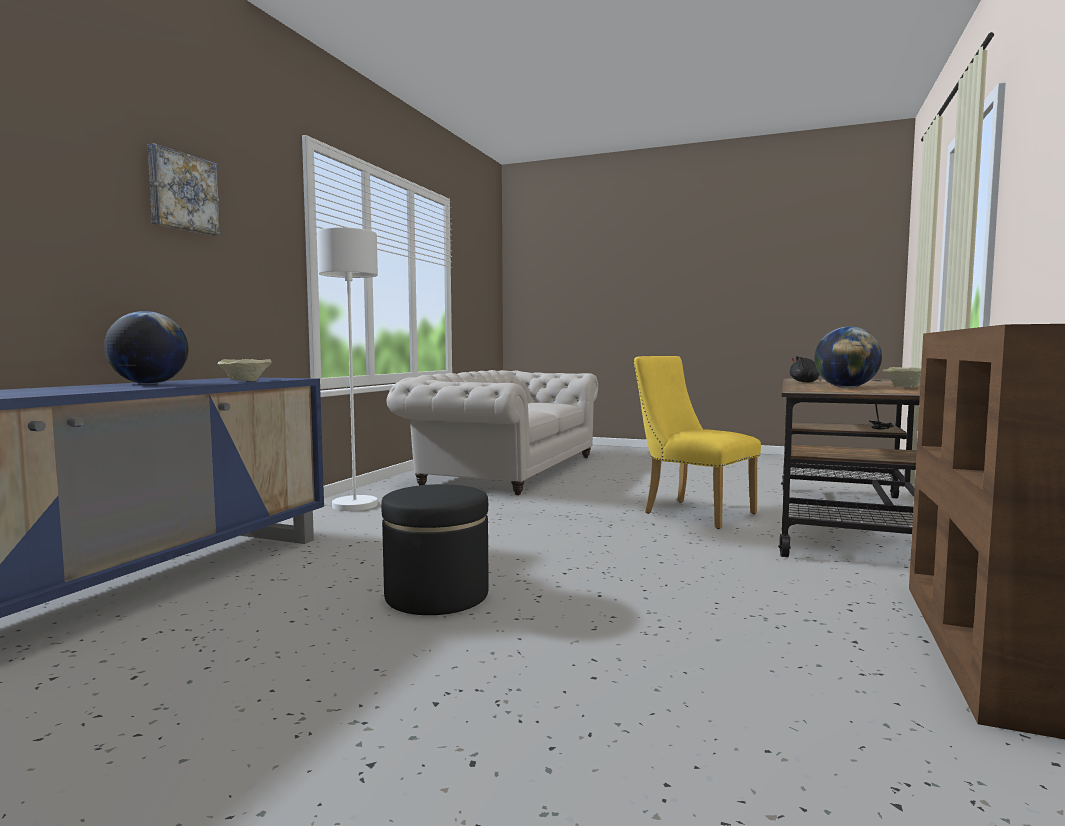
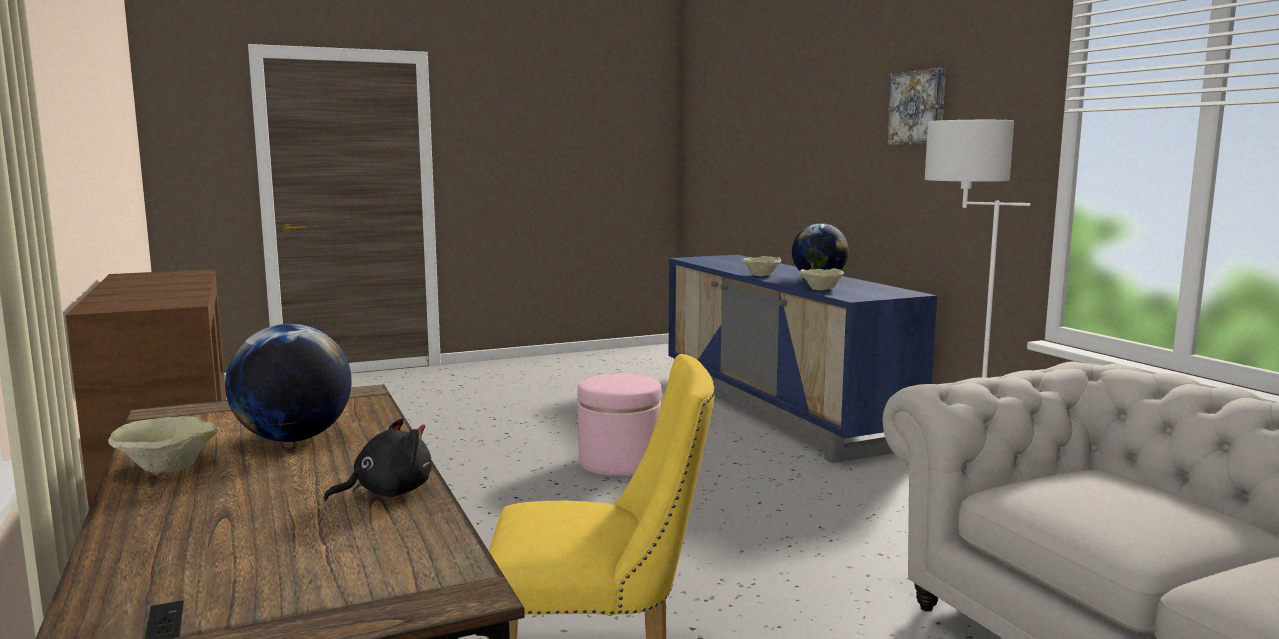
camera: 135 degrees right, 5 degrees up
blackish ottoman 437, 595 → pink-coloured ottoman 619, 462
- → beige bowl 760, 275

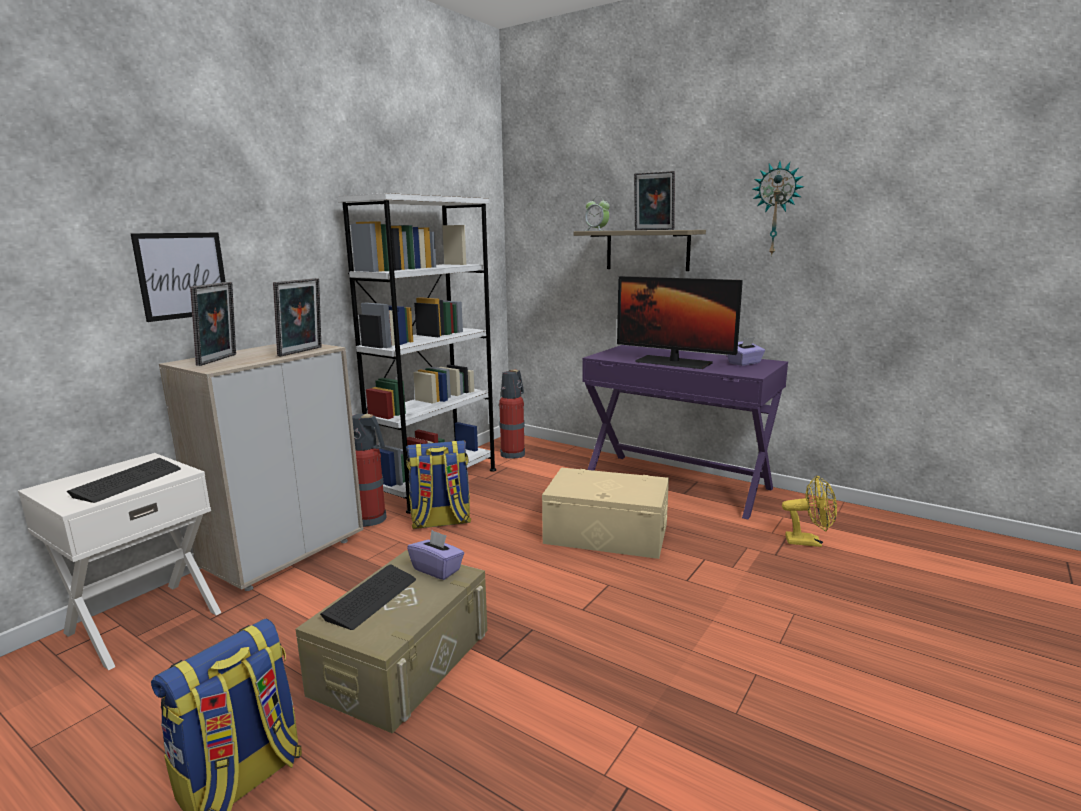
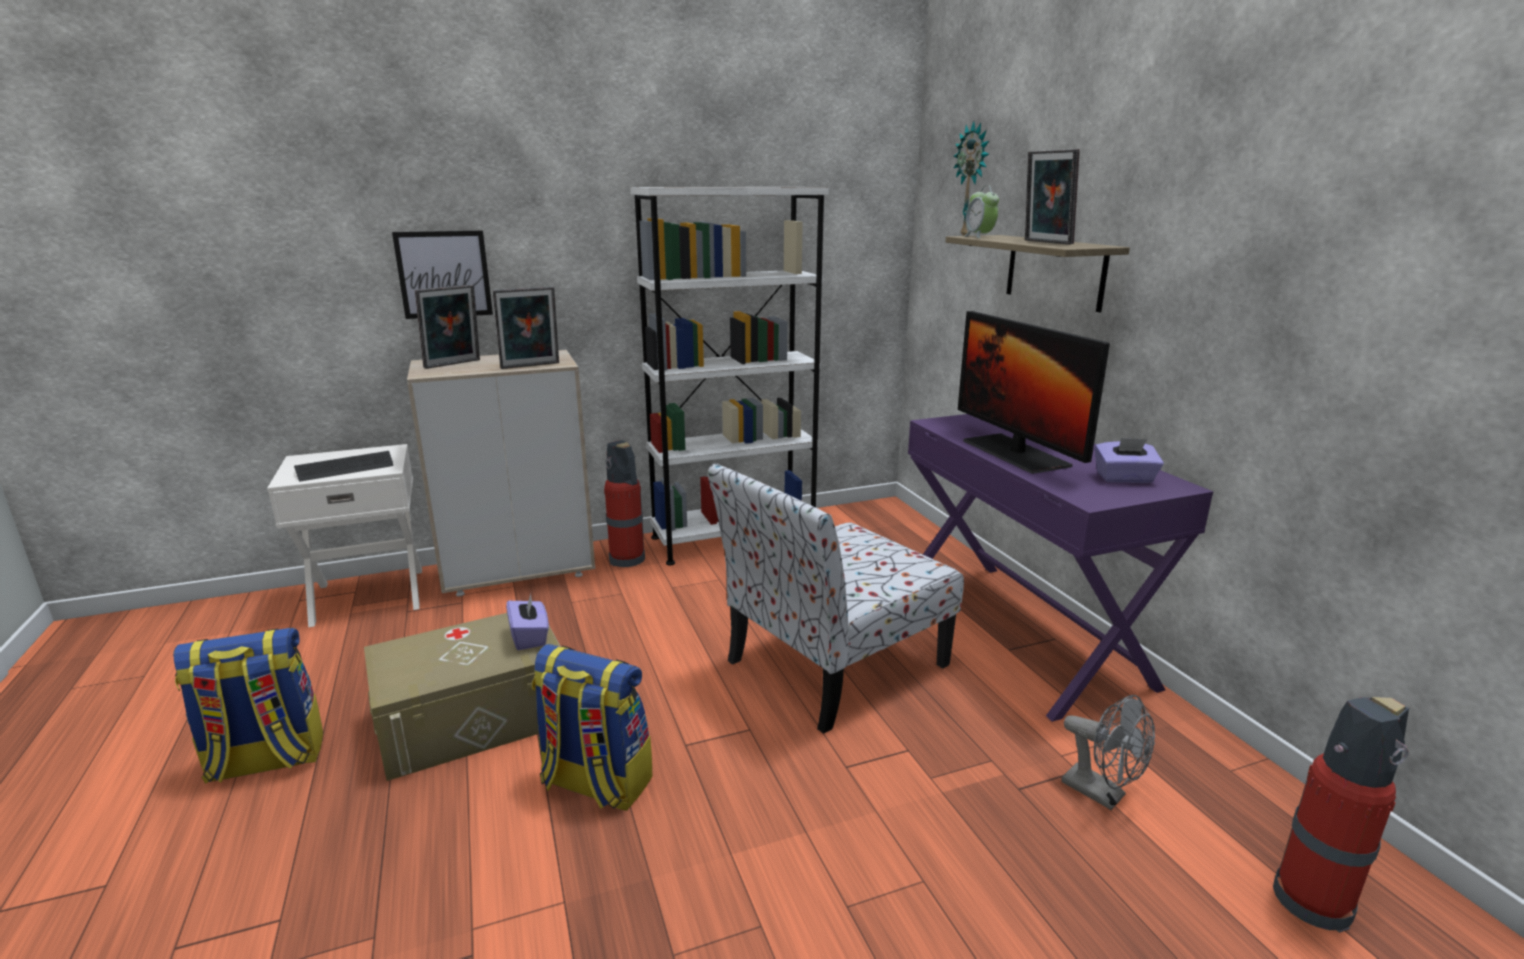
camera: 35 degrees right, 5 degrees up
backpack 440, 522 → backpack 595, 783, shifted
beige storage container 606, 533 → chair 833, 665
hanging clock 776, 209 → hanging clock 972, 181, shifted
yellow electric fan 809, 542 → gray electric fan 1102, 794
extinguisher 513, 454 → extinguisher 1315, 900, shifted
computer keyboard 371, 598 → -

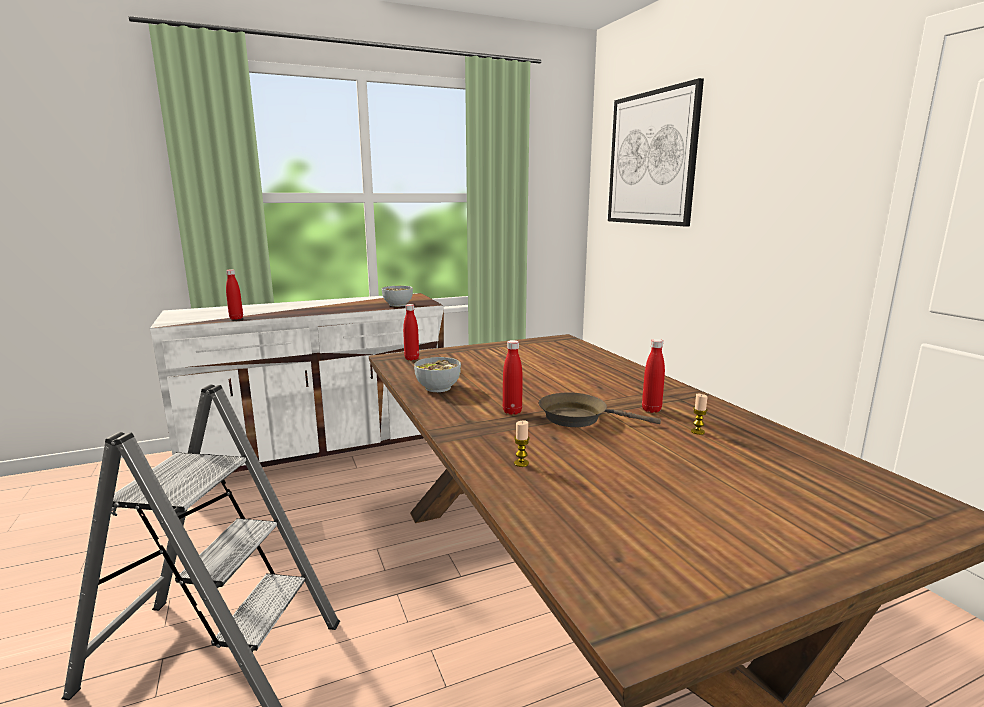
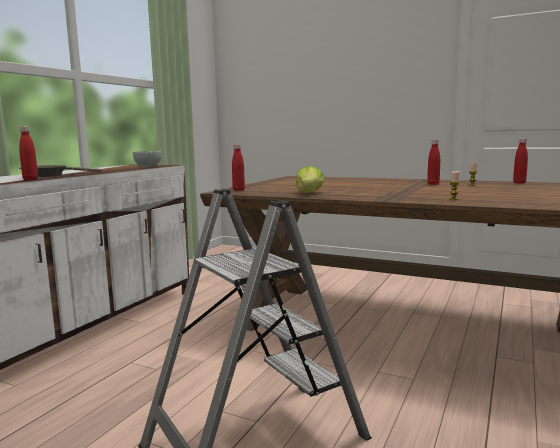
camera: 40 degrees left, 5 degrees down
brownish skillet 578, 418 → brownish skillet 49, 175, shifted
bowl 438, 388 → head of lettuce 309, 193
red-coloured beverage bottle 512, 411 → red-coloured beverage bottle 519, 183, shifted
picture 651, 159 → -

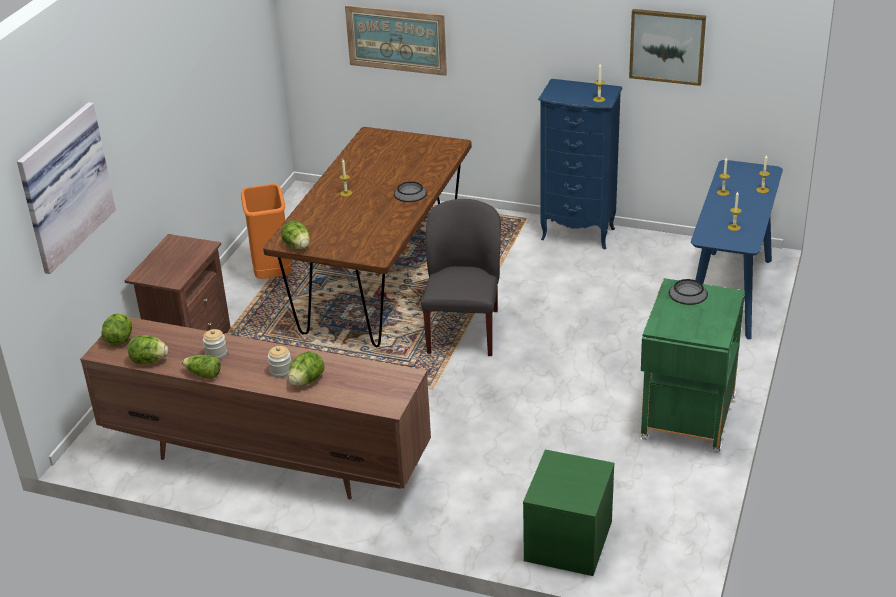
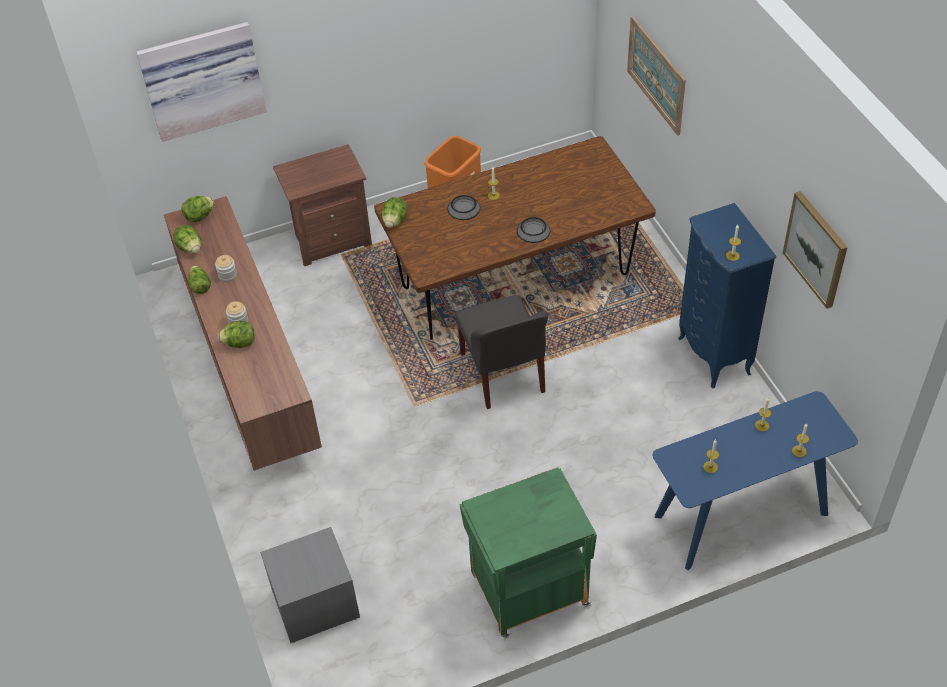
camera: 50 degrees right, 15 degrees up
green-coloured nightstand 568, 542 → gray nightstand 315, 604
bowl 688, 293 → bowl 463, 208, shifted
gray chair 464, 330 → gray chair 503, 374, 105 degrees clockwise

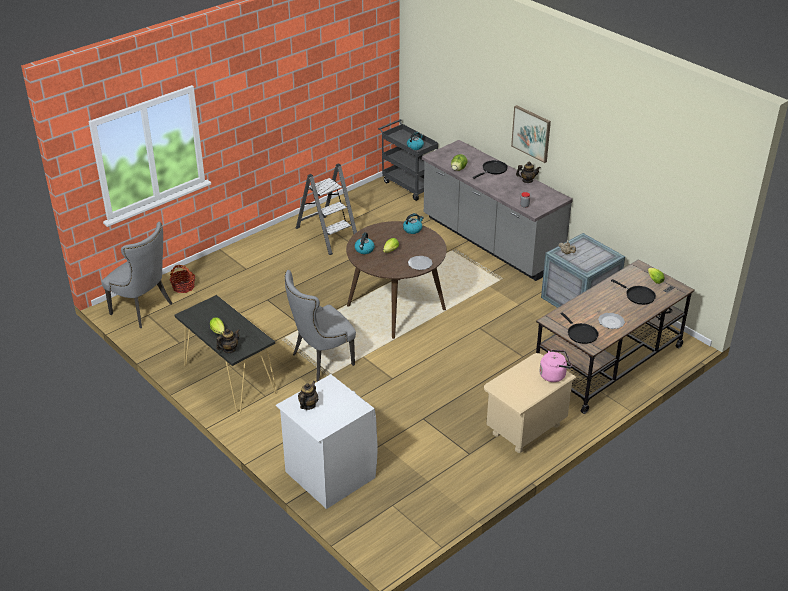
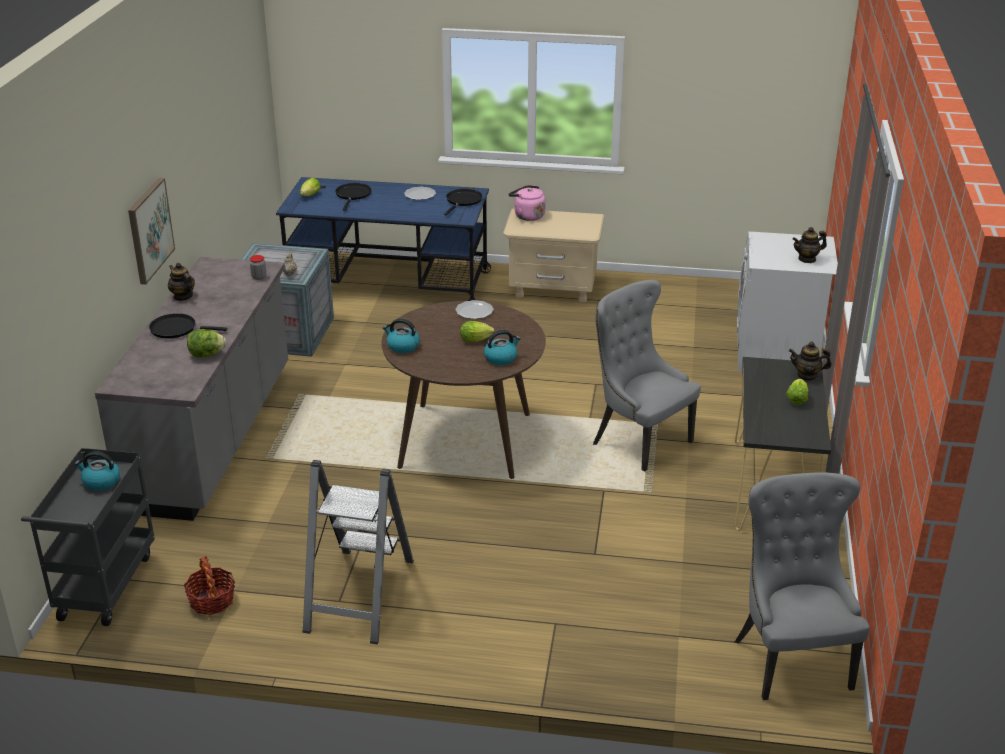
camera: 130 degrees left, 5 degrees down
basket 183, 287 → basket 211, 601, shifted
brownish desk 608, 363 → blue desk 388, 284
gray chair 321, 361 → gray chair 640, 441, 150 degrees counterclockwise

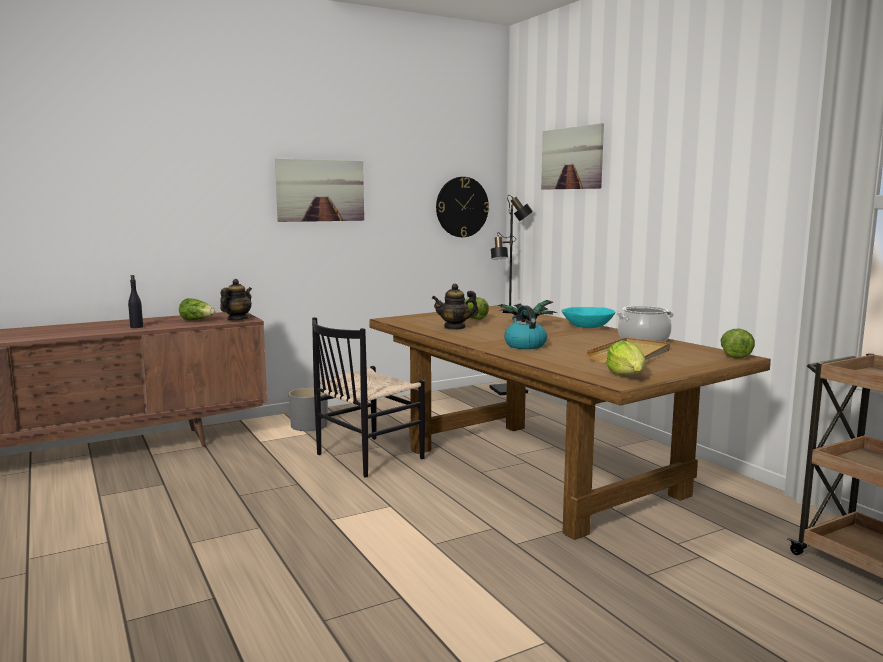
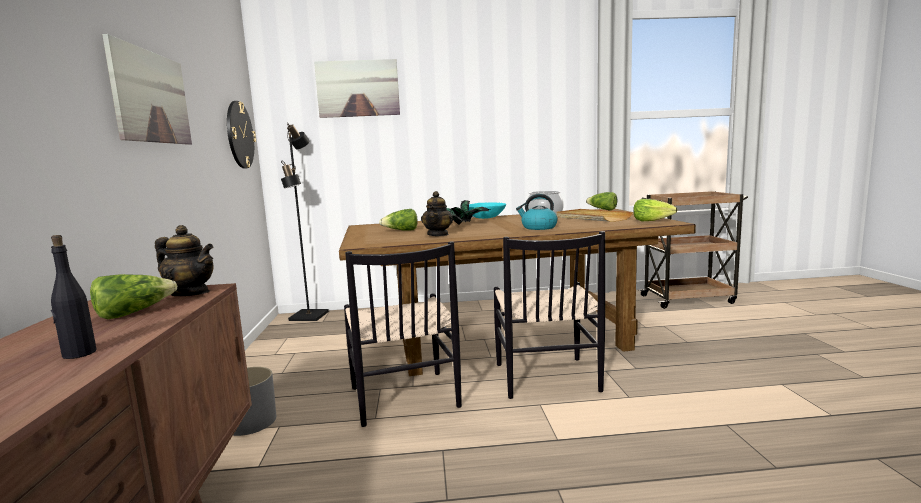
camera: 65 degrees left, 0 degrees up
teapot 237, 319 → teapot 190, 293, 150 degrees clockwise
- → blackish chair 547, 380

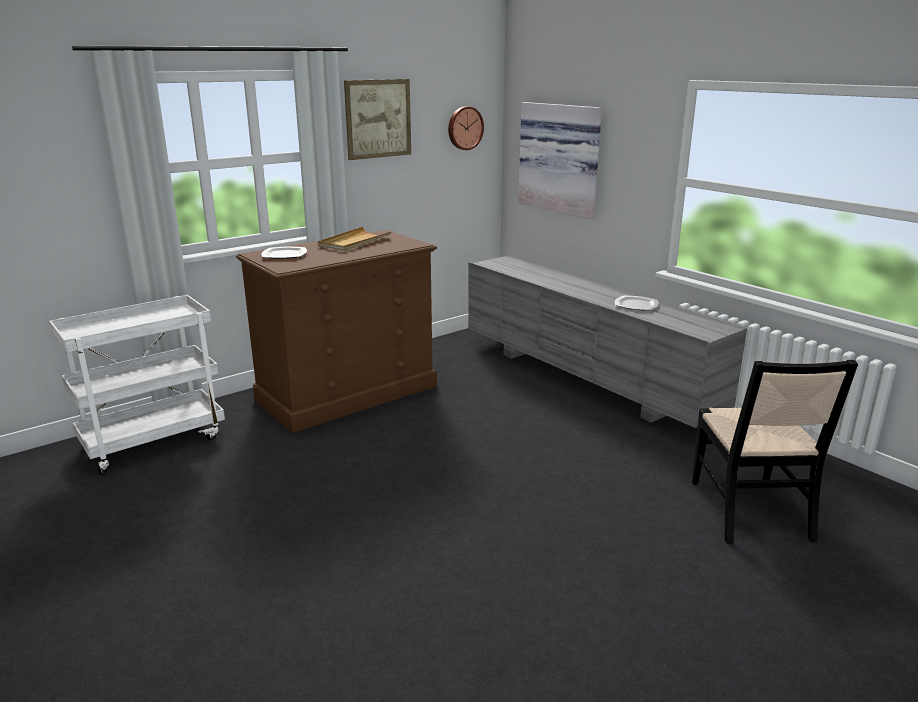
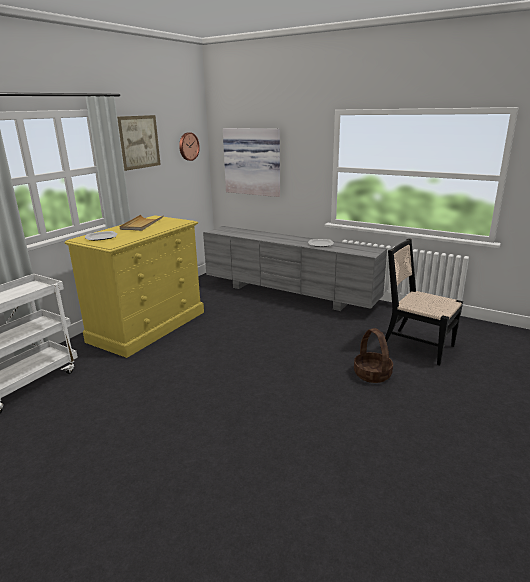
camera: 20 degrees left, 0 degrees up
brownish drawer chest 348, 393 → yellow drawer chest 148, 326
- → basket 372, 374
chair 749, 510 → chair 417, 346, 150 degrees clockwise

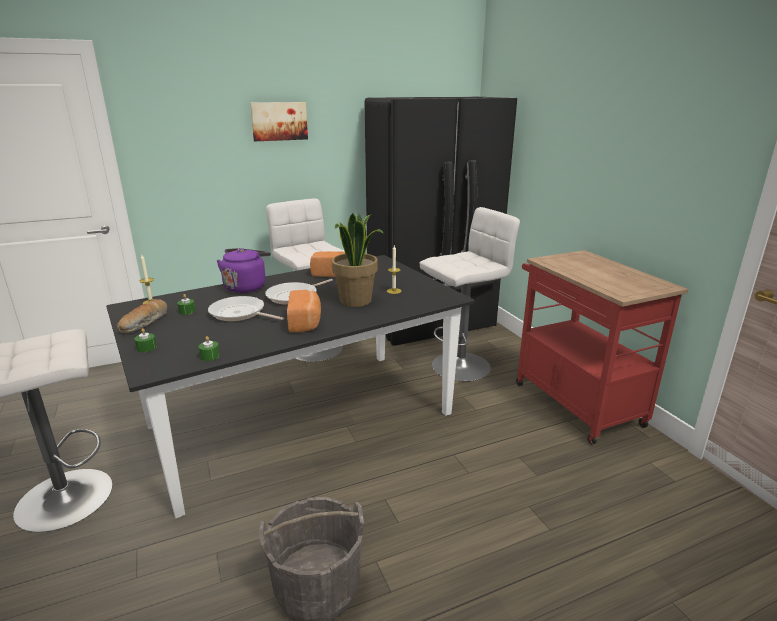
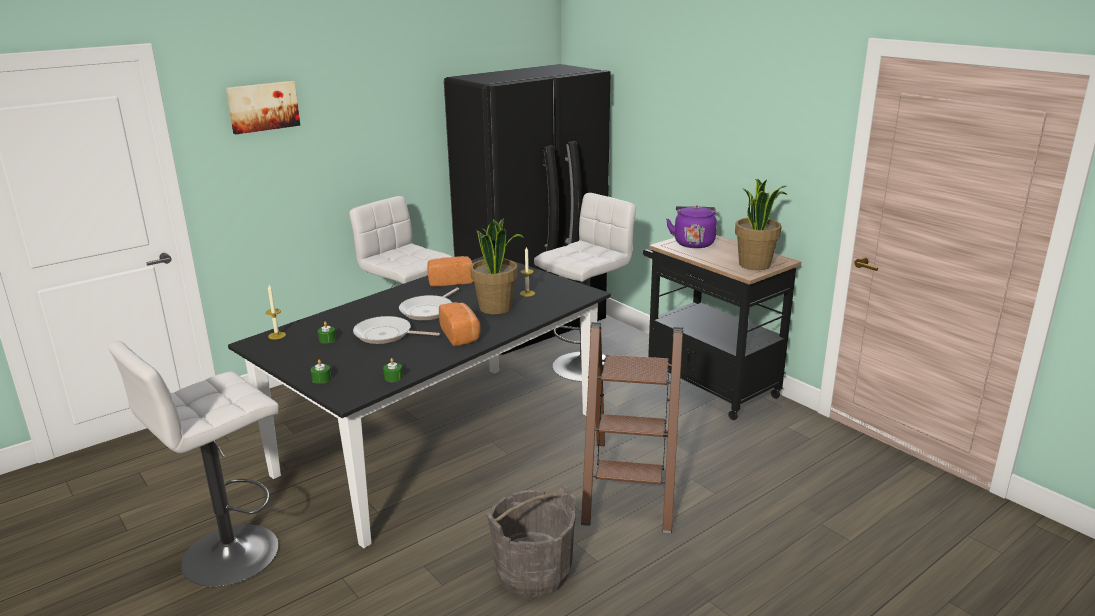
camera: 15 degrees left, 0 degrees up
picture 279, 121 → picture 263, 106, shifted
- → brownish step stool 631, 483
red-coloured wheeled cart 574, 402 → blackish wheeled cart 708, 385
purple-coloured kettle 246, 287 → purple-coloured kettle 693, 243, shifted
- → plant in a pot 755, 264
bakery bread 145, 323 → -

